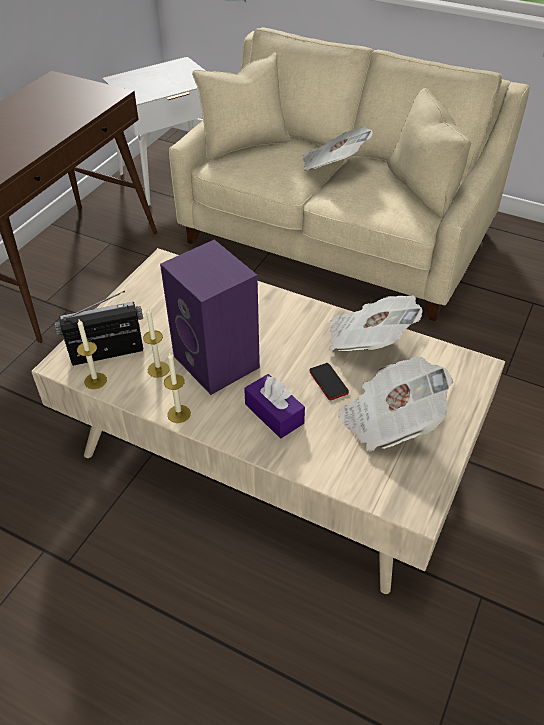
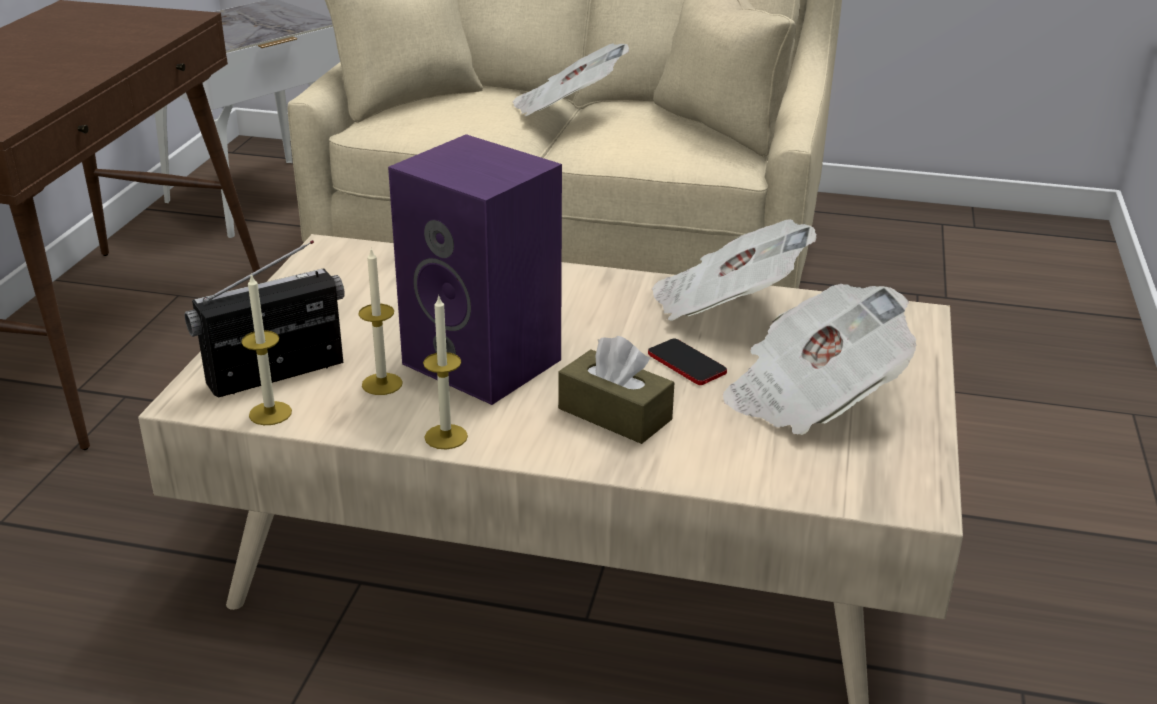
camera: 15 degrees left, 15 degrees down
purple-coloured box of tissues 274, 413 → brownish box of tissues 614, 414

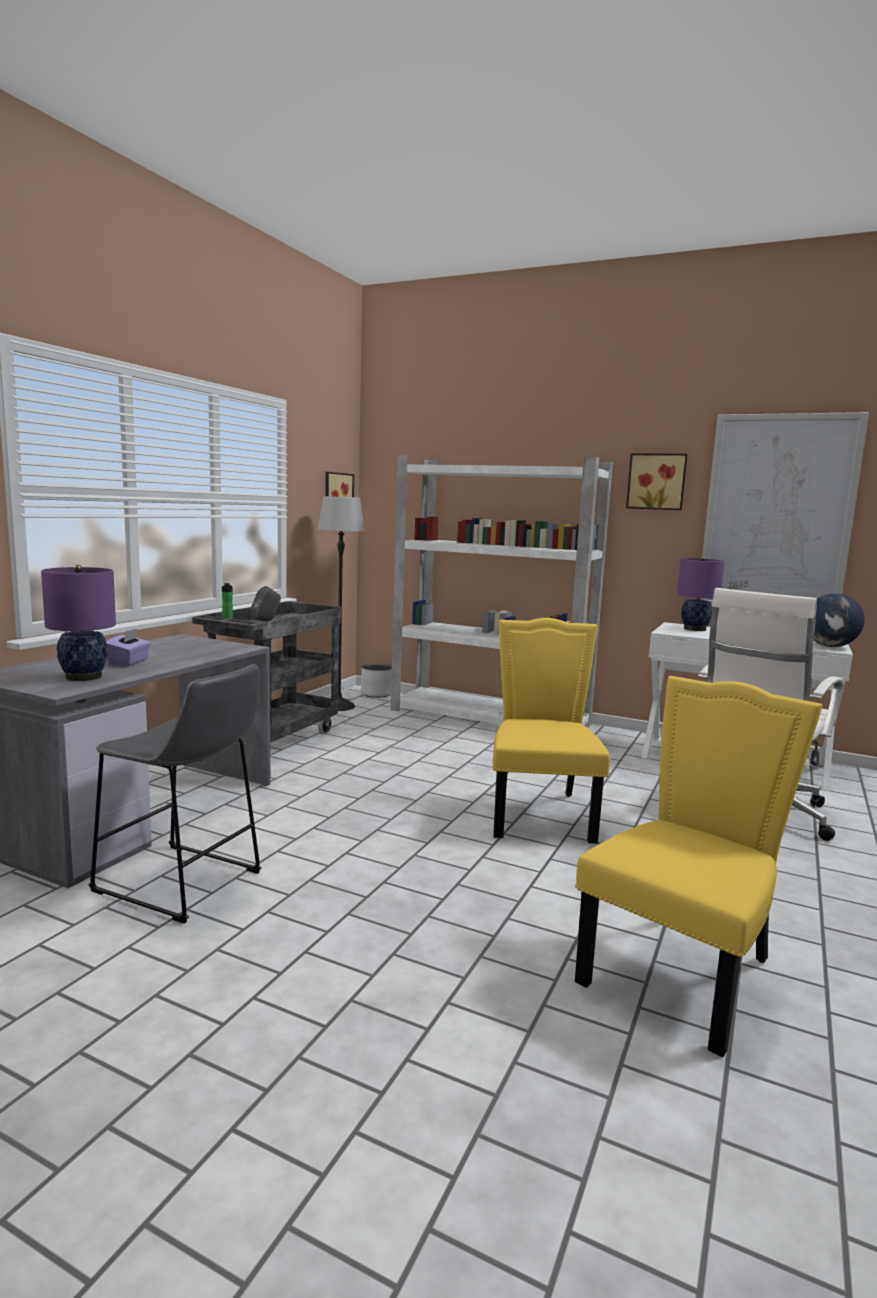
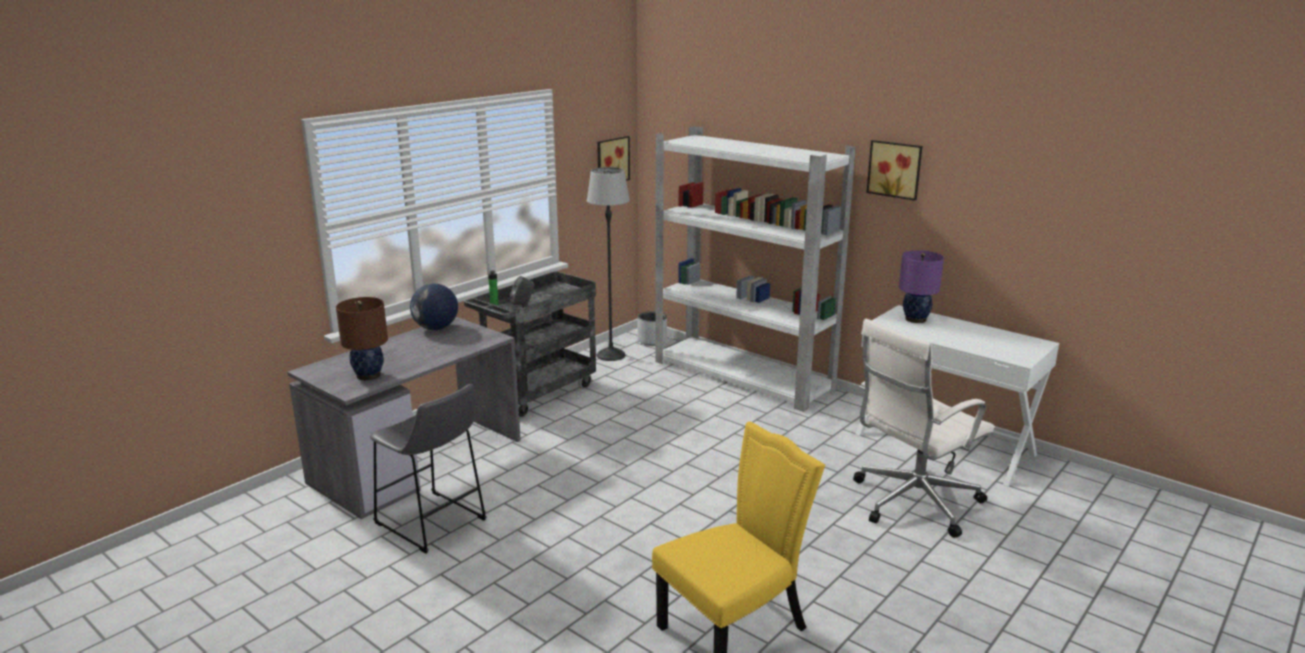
camera: 15 degrees right, 10 degrees up
purple-coloured tabletop lamp 84, 677 → brownish tabletop lamp 368, 375
world globe 830, 646 → world globe 436, 328, shifted
purple-coloured box of tissues 129, 662 → -
yellow chair 540, 816 → -
picture 777, 515 → -

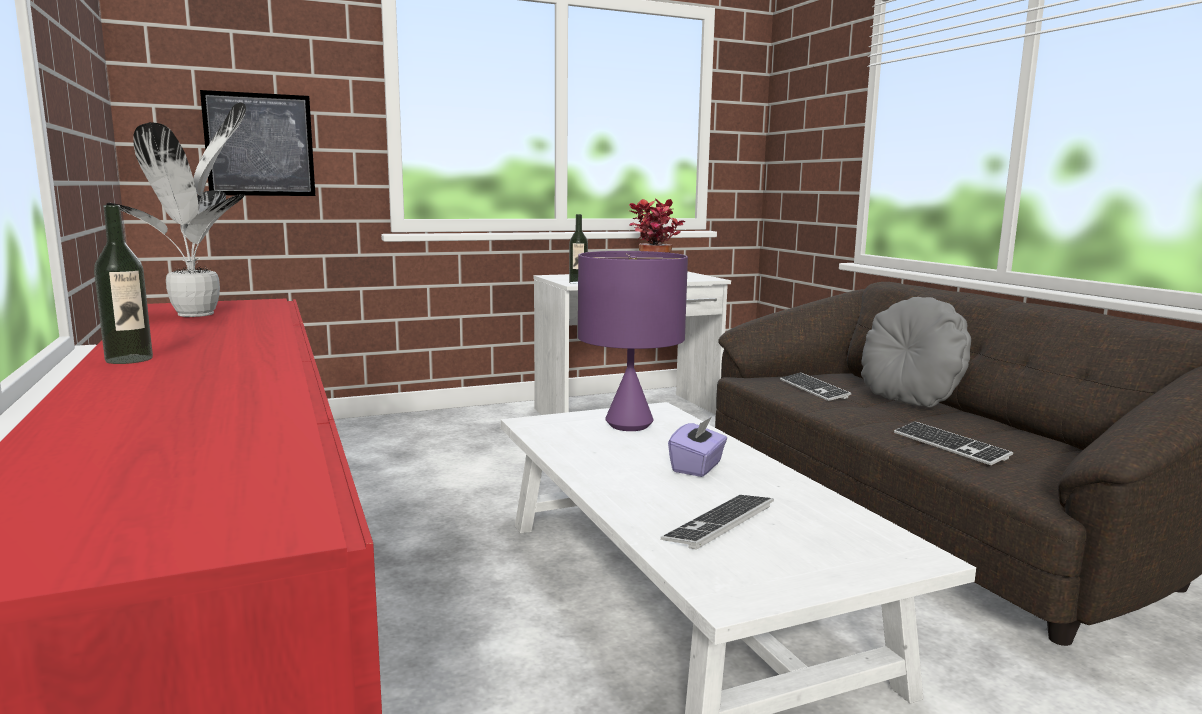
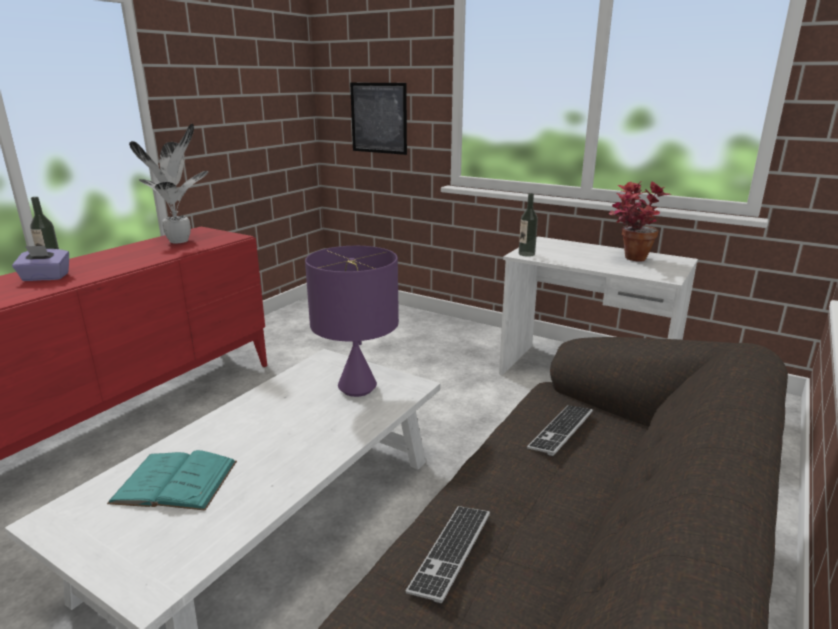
camera: 55 degrees right, 10 degrees up
purple-coloured box of tissues 697, 467 → purple-coloured box of tissues 45, 277, shifted
computer keyboard 719, 523 → turquoise-coloured bound book 175, 482
gray cushion 909, 401 → -

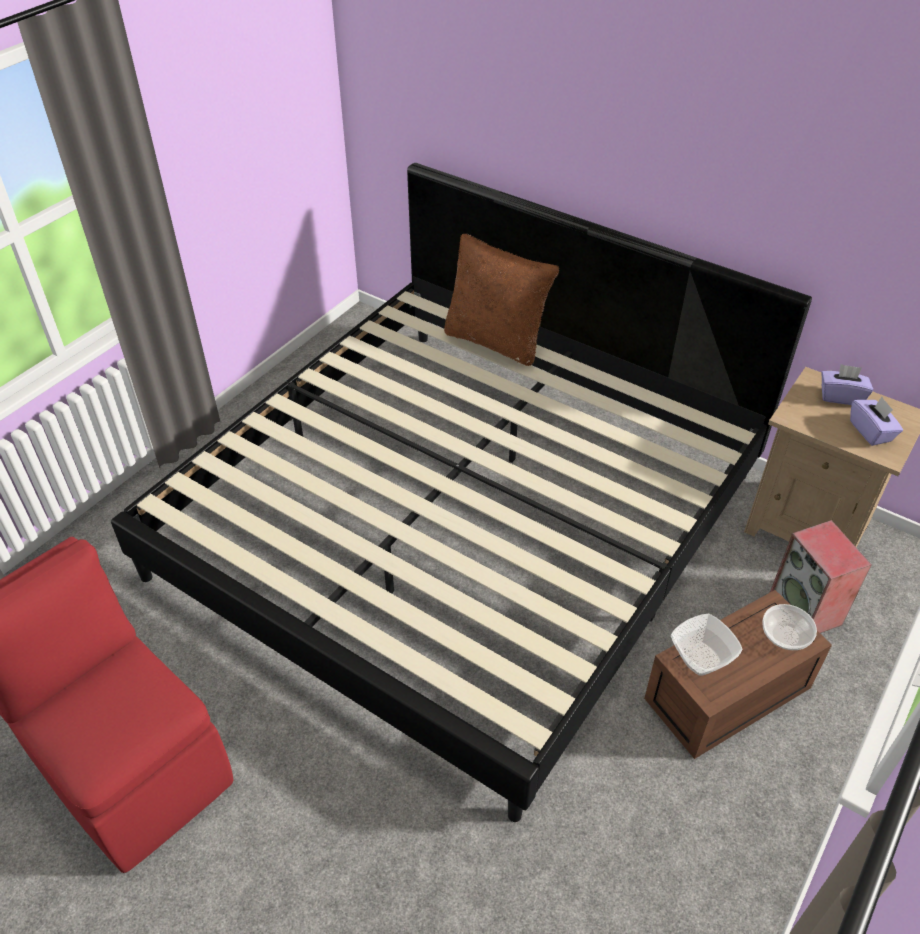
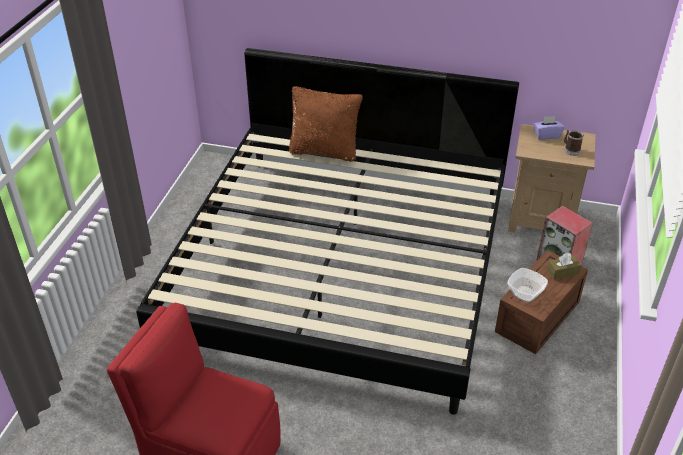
camera: 20 degrees left, 5 degrees down
bowl 784, 636 → brownish box of tissues 562, 271
purple-coloured box of tissues 871, 431 → coffee mug 570, 150

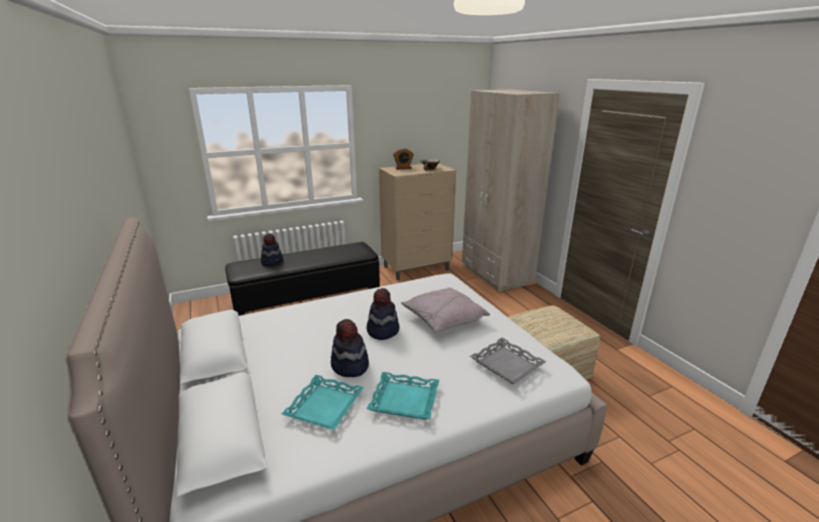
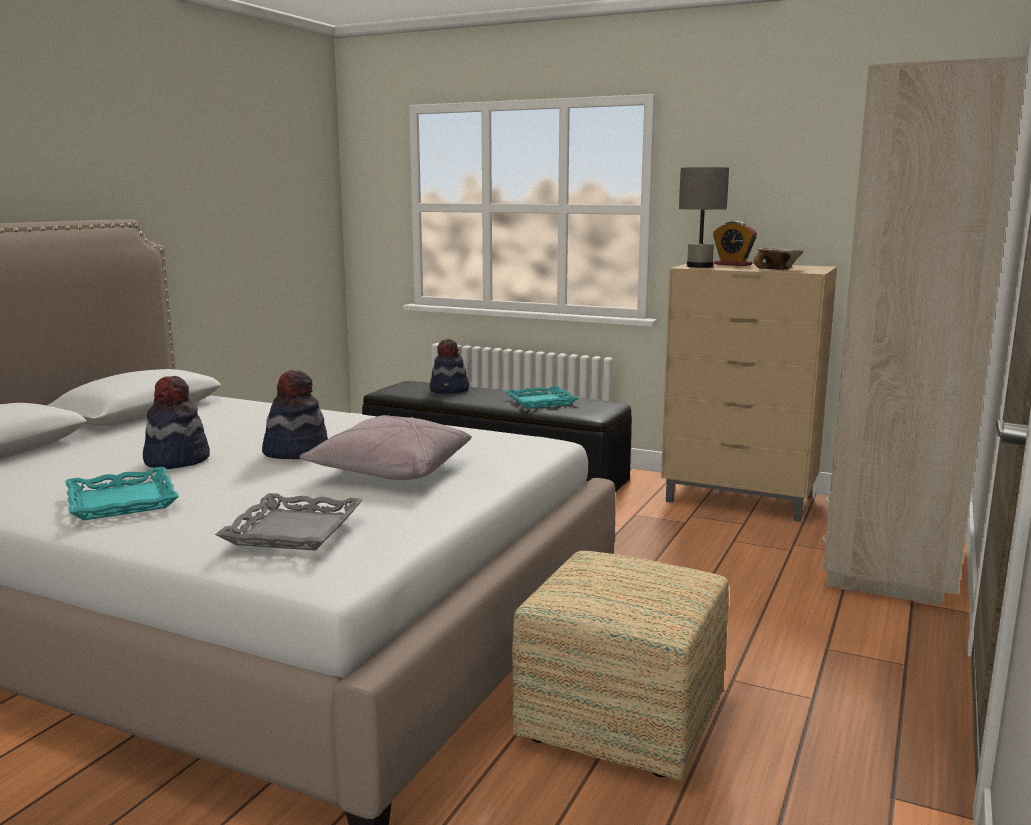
camera: 50 degrees right, 10 degrees down
turquoise-coloured tray 325, 406 → turquoise-coloured tray 541, 402, shifted
- → gray tabletop lamp 700, 266

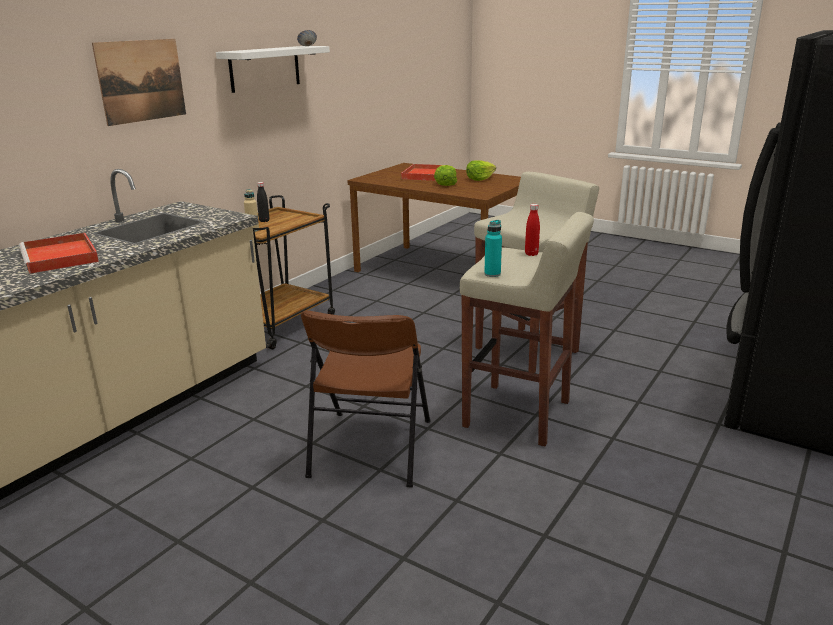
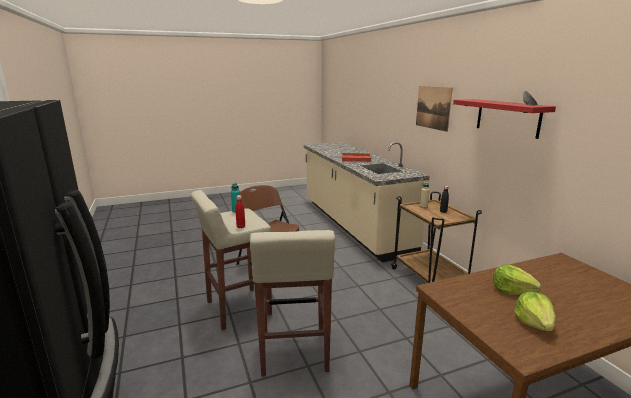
camera: 125 degrees right, 5 degrees down
white bracket shelf 265, 68 → red-coloured bracket shelf 507, 117
red-coloured tray 424, 174 → -

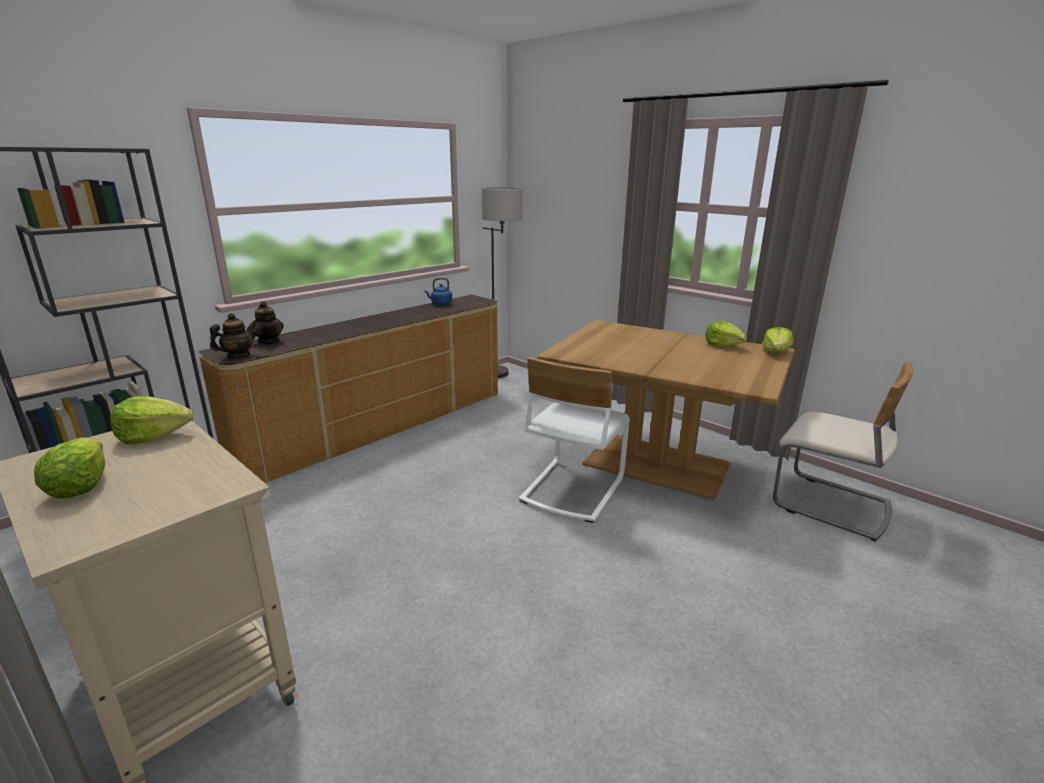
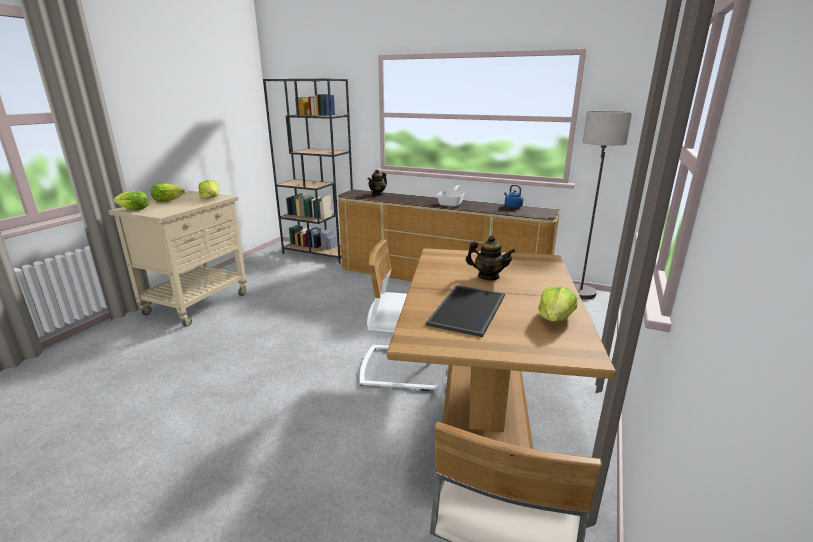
camera: 70 degrees right, 0 degrees up
head of lettuce 776, 352 → head of lettuce 134, 209, shifted
- → tray 469, 310
- → skillet 452, 204
teapot 238, 356 → teapot 488, 277, shifted

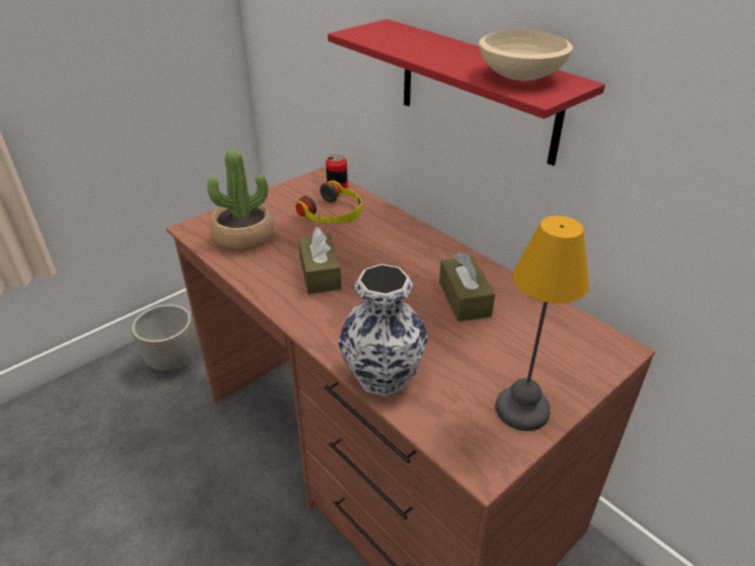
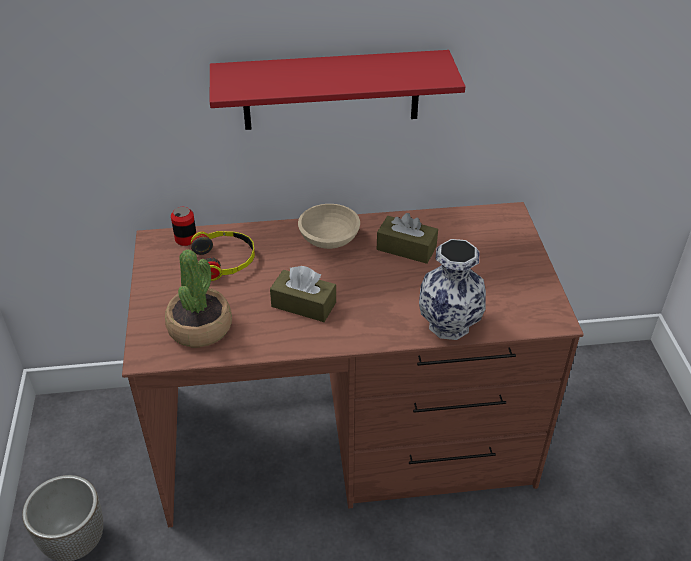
camera: 55 degrees left, 5 degrees up
beige bowl 521, 76 → beige bowl 330, 239, shifted
tabletop lamp 521, 408 → -

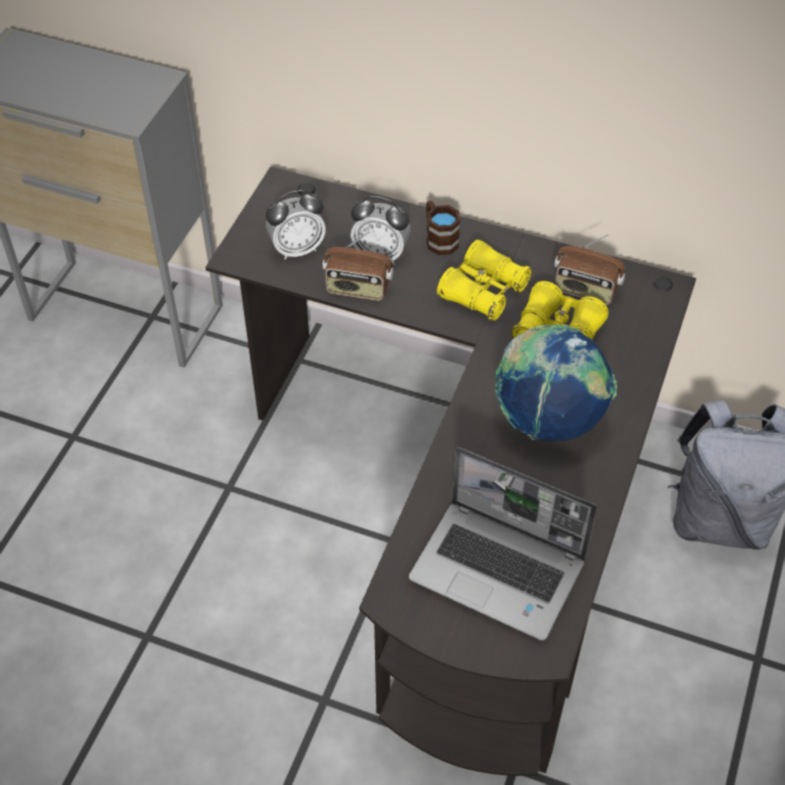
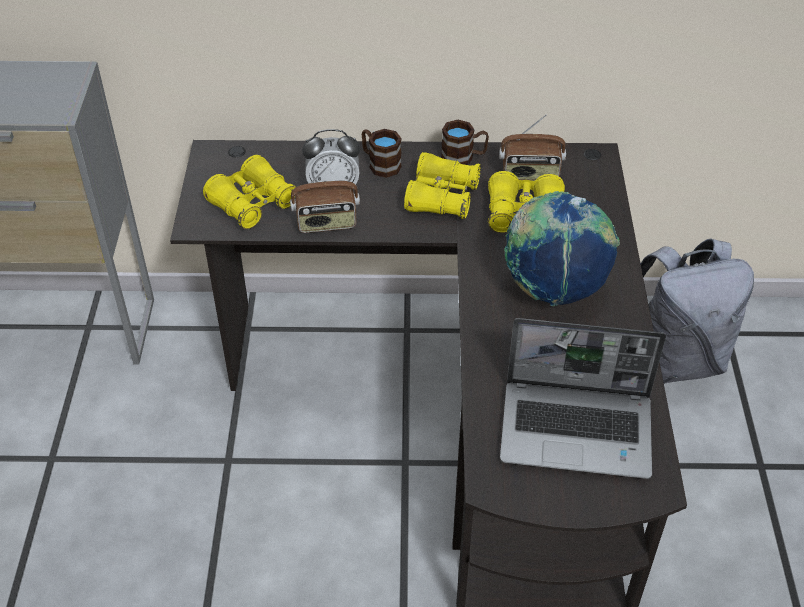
camera: 20 degrees left, 5 degrees down
bedside clock 297, 249 → yellow field glasses 252, 203
- → brownish coffee mug 464, 157

